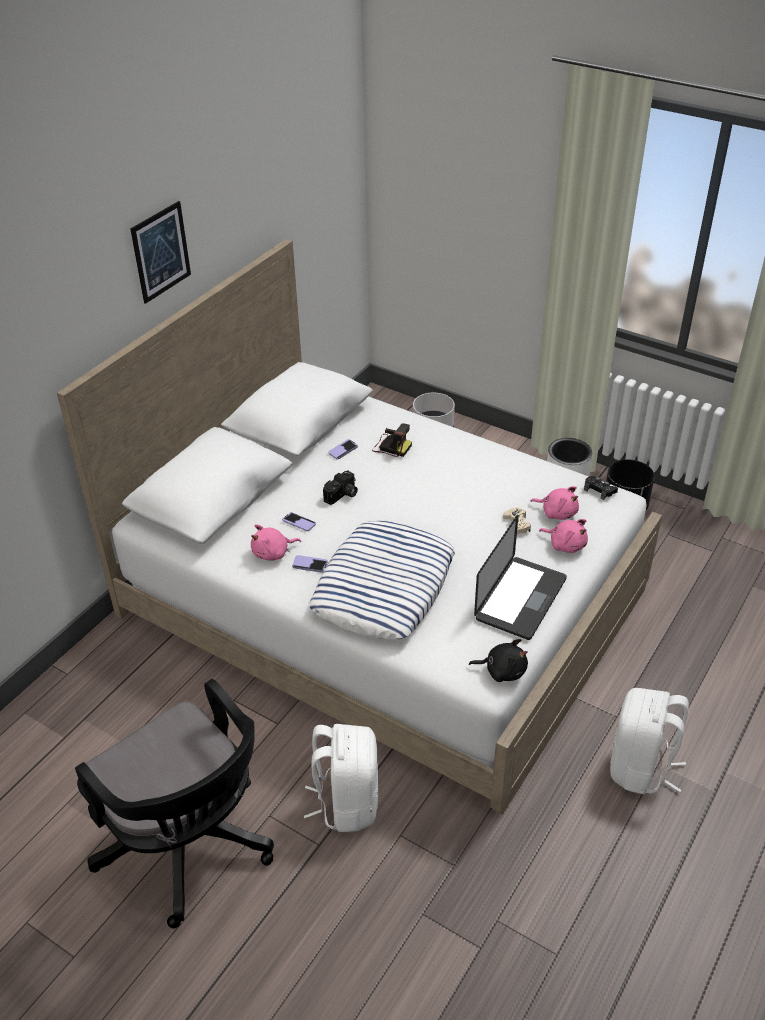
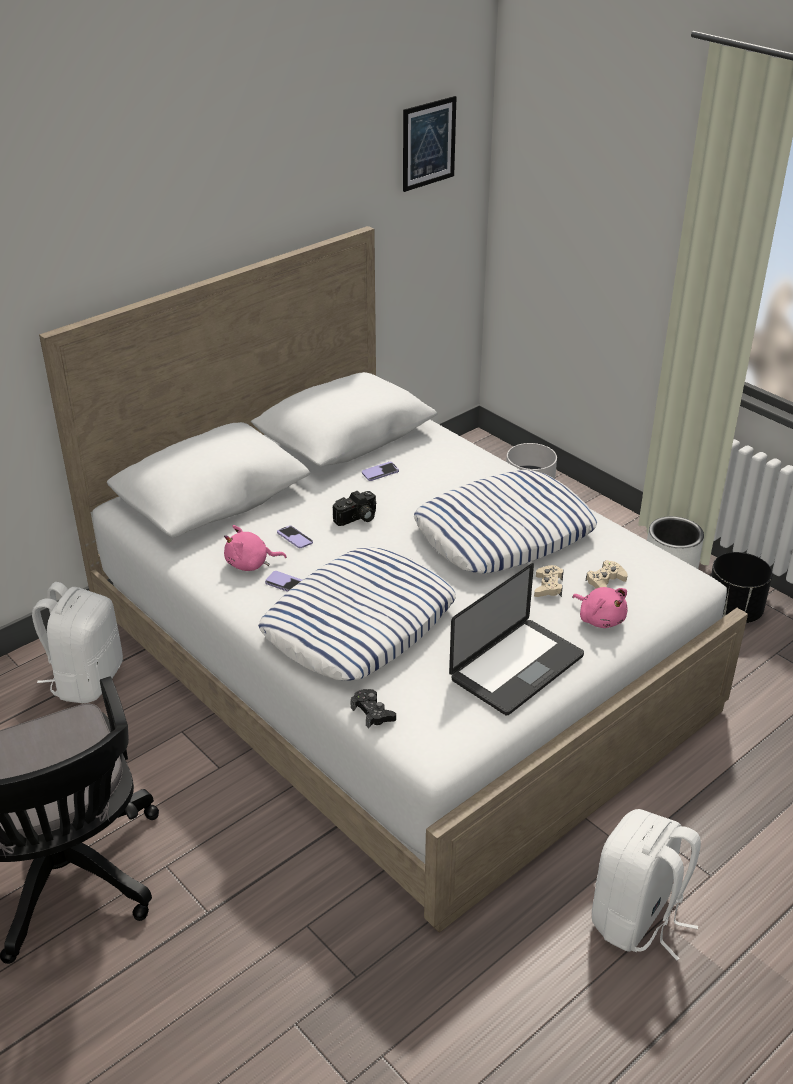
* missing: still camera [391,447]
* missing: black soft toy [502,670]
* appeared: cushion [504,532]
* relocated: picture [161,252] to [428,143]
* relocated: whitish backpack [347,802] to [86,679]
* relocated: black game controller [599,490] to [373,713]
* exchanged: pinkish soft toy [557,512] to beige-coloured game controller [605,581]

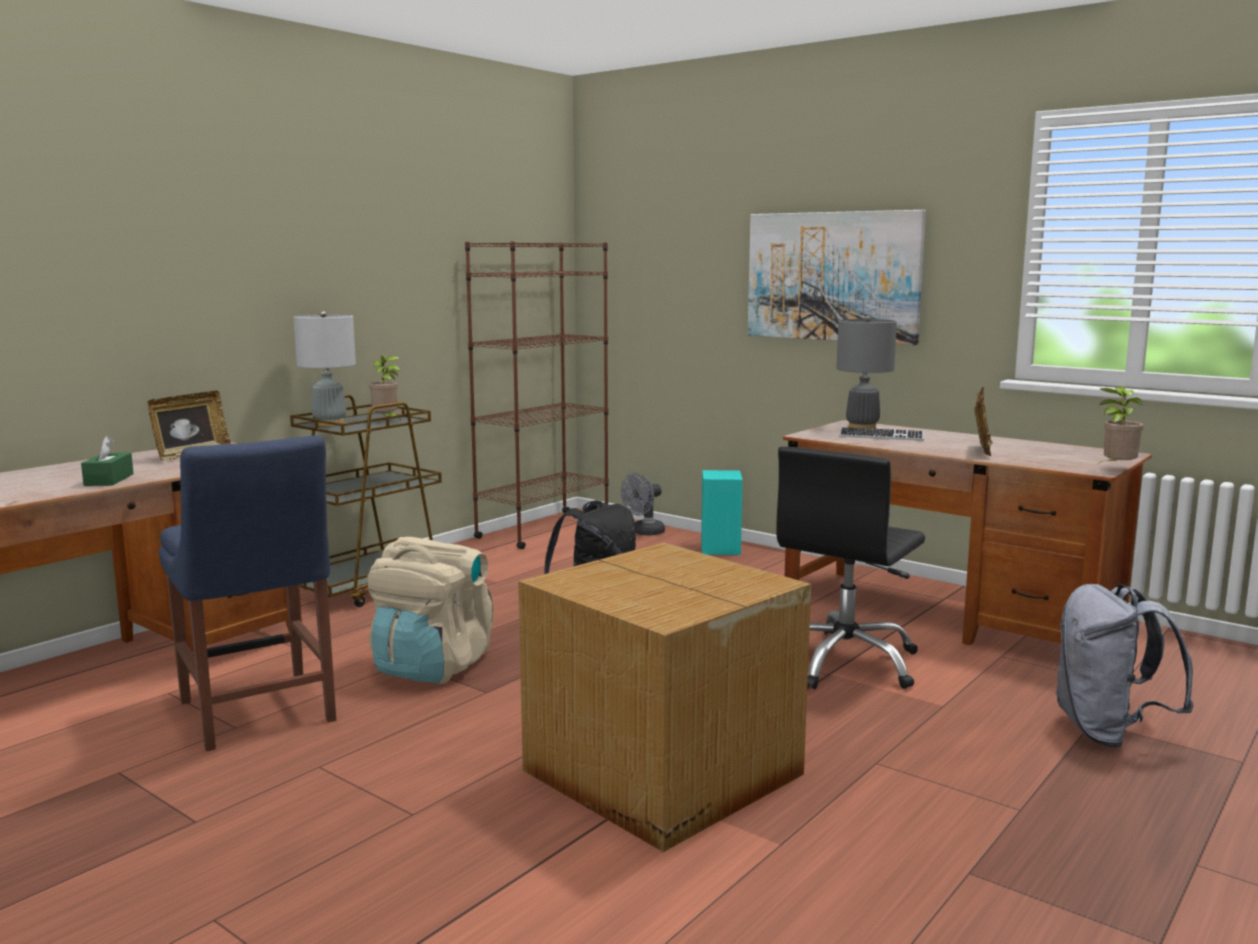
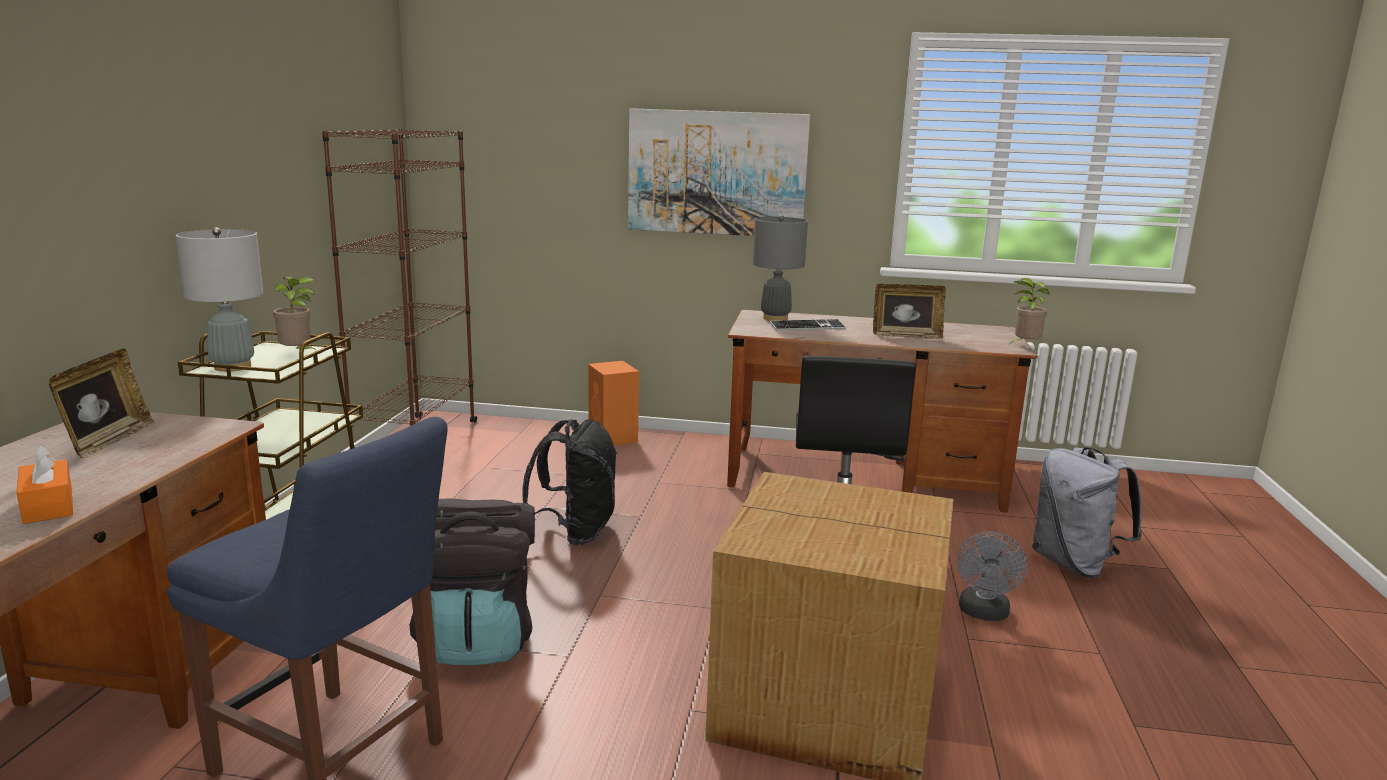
* relocated: grey cooling fan [644,533] to [984,614]
* colour: greenish box of tissues [109,480] to orange-coloured box of tissues [48,506]
* colour: beige-coloured backpack [432,667] to black backpack [477,639]
* colour: turquoise speaker [720,549] to orange-coloured speaker [613,438]
* spun: standing frame [981,450] = [906,336] 105 degrees clockwise

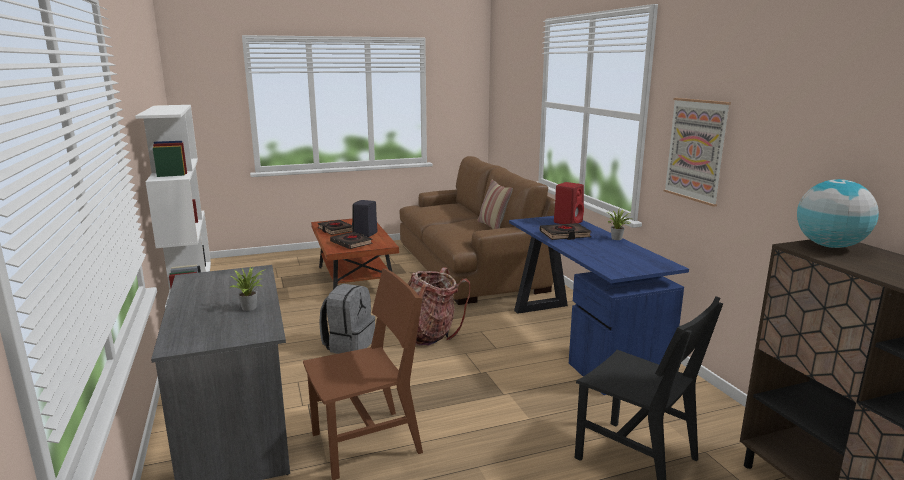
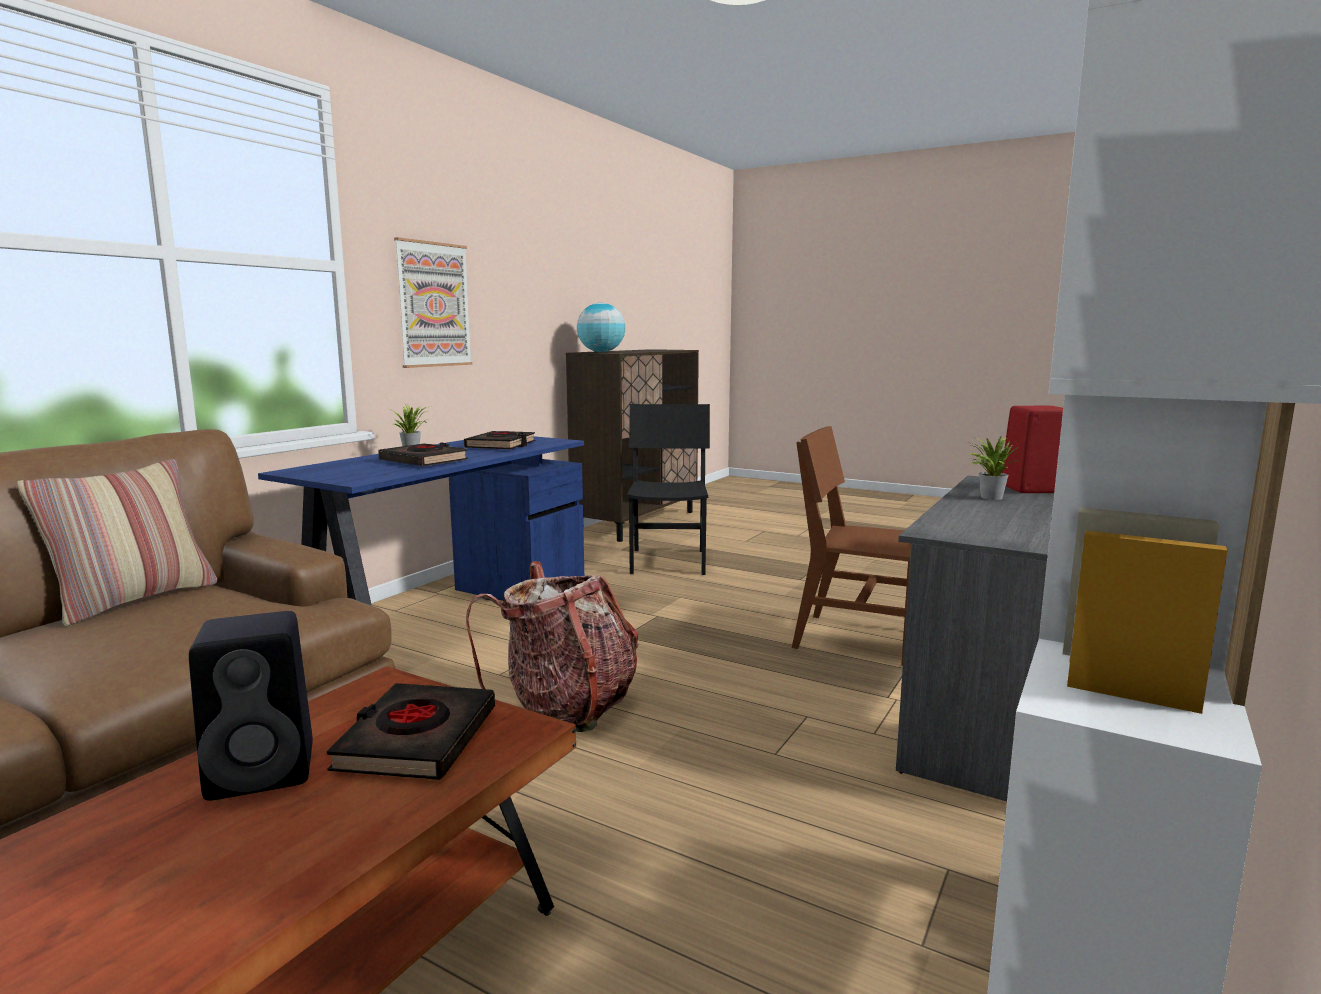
* missing: grey backpack [349,345]
* relocated: black bound book [335,230] to [501,445]
* relocated: red speaker [568,222] to [1031,489]

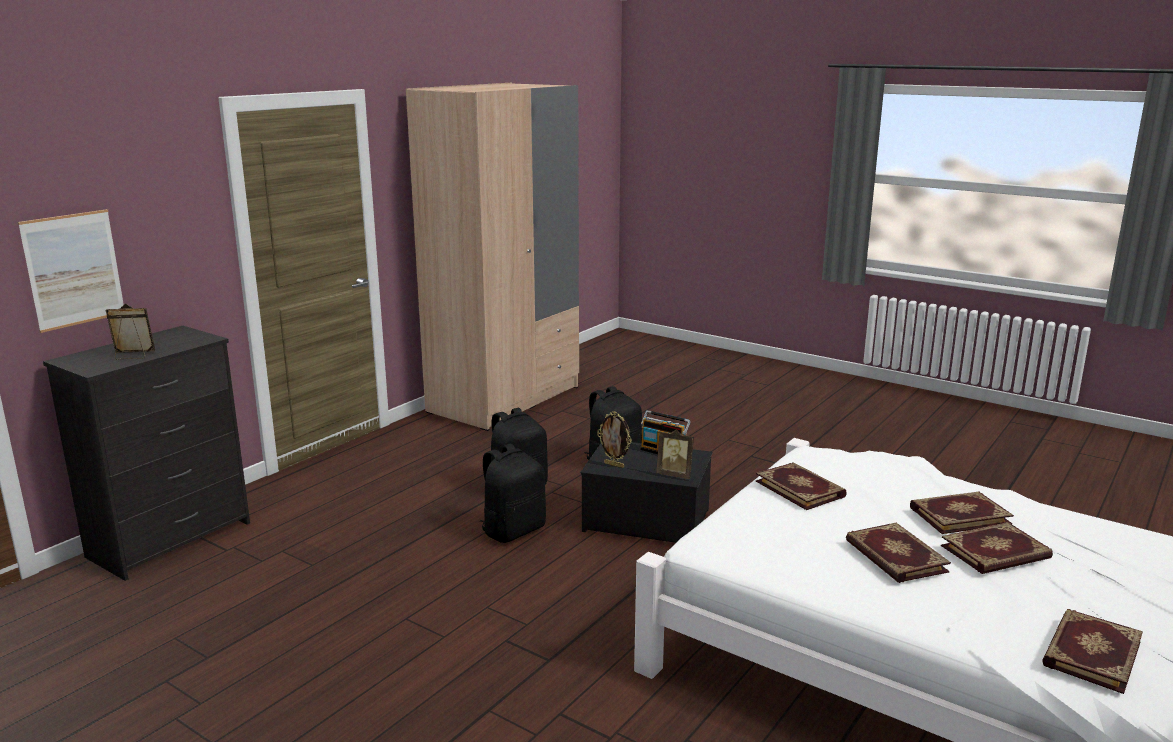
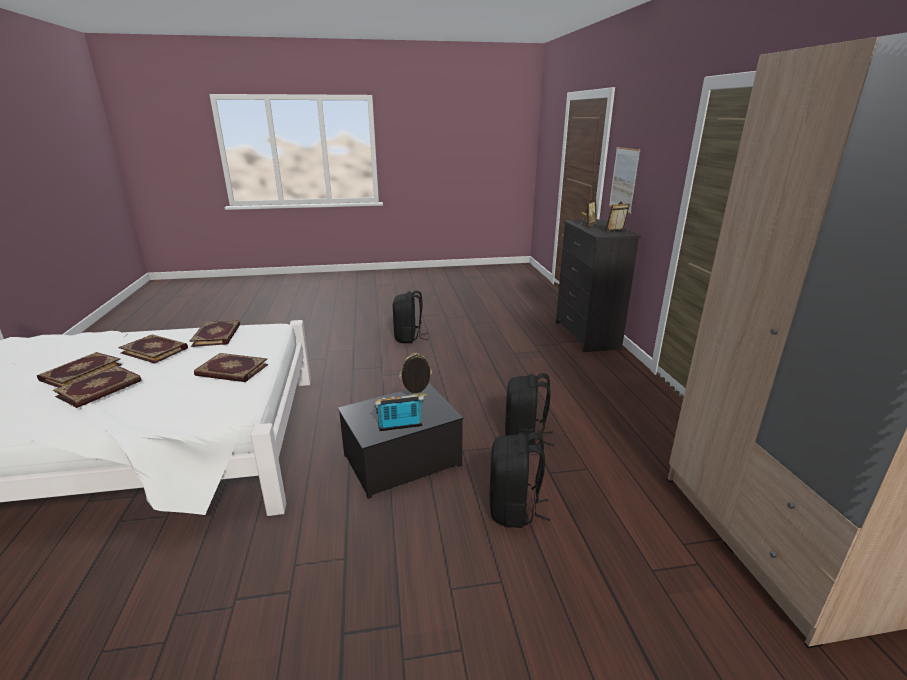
* relocated: black backpack [513,530] to [409,338]
* relocated: standing frame [675,474] to [617,232]
* relocated: bound book [1090,653] to [217,335]

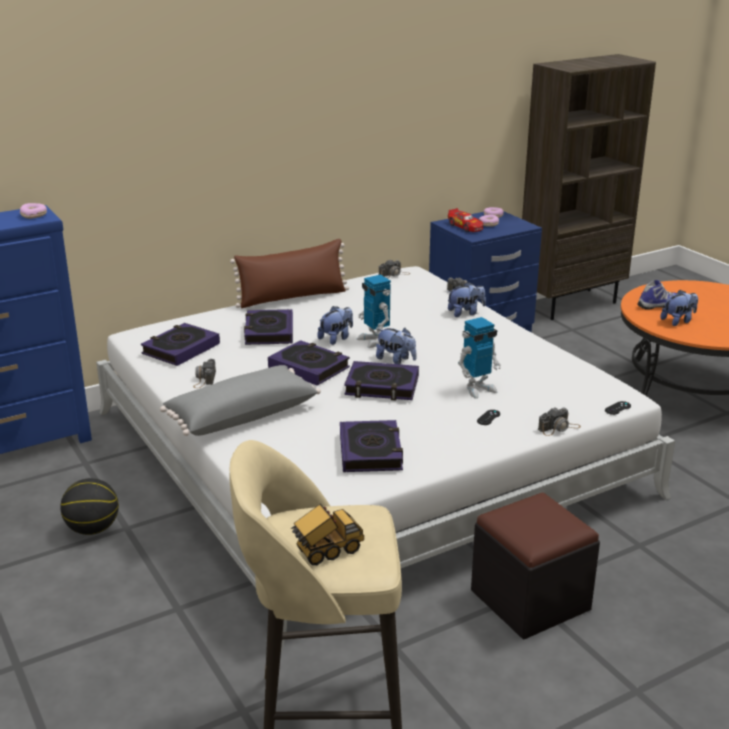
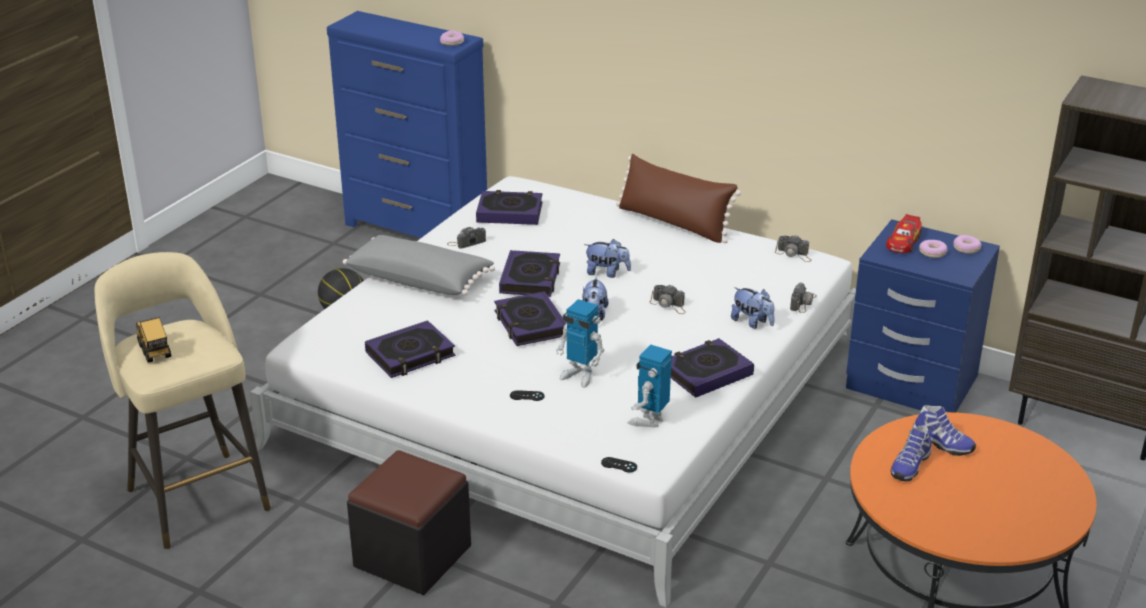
* relocated: bound book [269,332] to [706,373]
* relocated: toy robot [374,340] to [649,420]
* relocated: still camera [559,428] to [669,305]
* exchanged: soft toy [678,321] to item of footwear [909,465]
* spun: toy lorry [327,551] = [155,352] 150 degrees counterclockwise

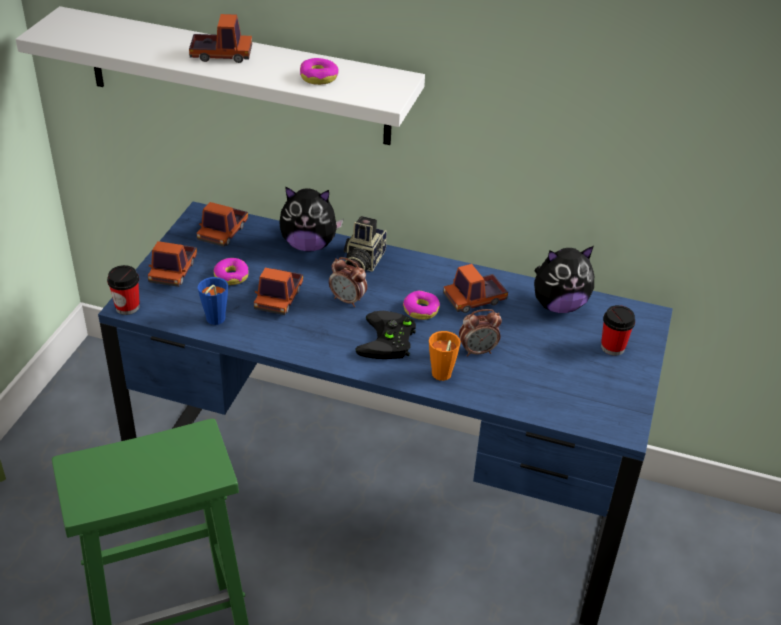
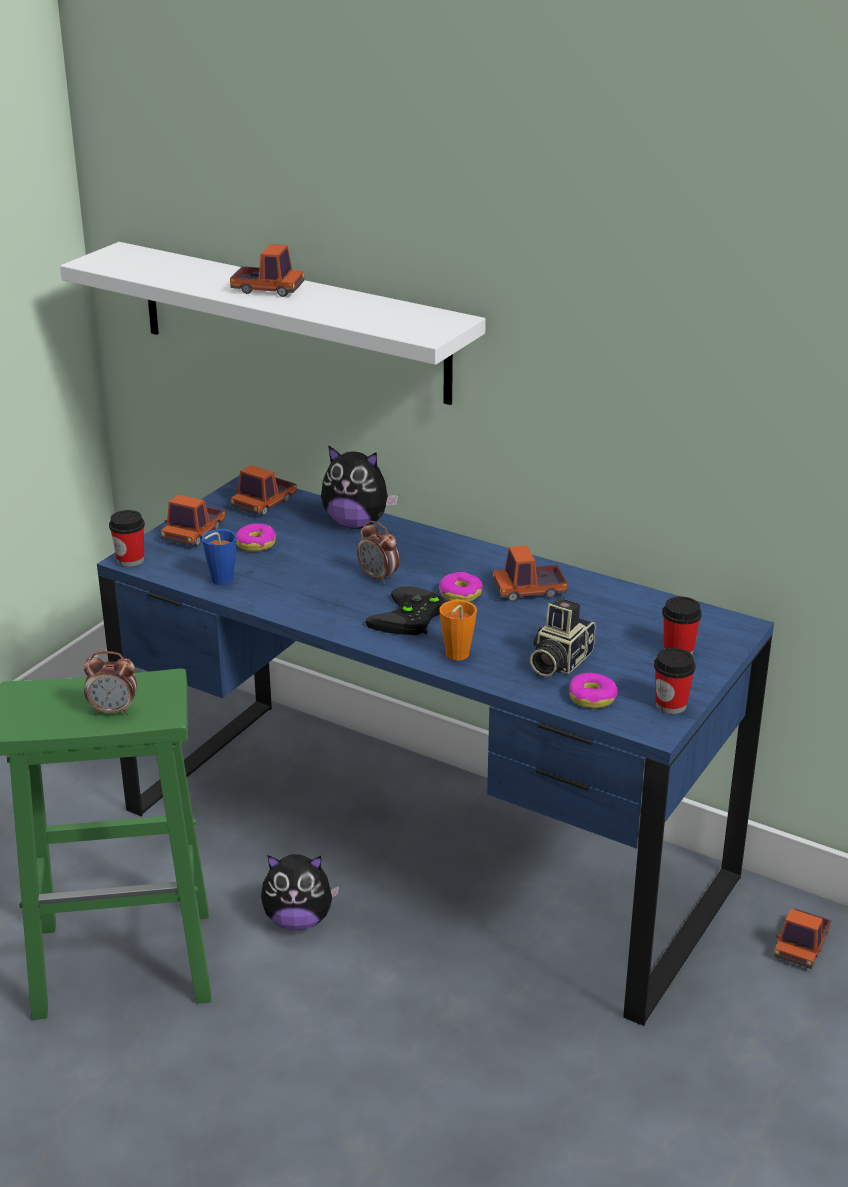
* appeared: drinking cup [670,705]
* relocated: toy lorry [279,298] to [801,946]
* relocated: doughnut [319,77] to [592,698]
* relocated: still camera [362,262] to [558,661]
* relocated: alarm clock [478,351] to [113,711]
* relocated: soft toy [558,305] to [298,920]

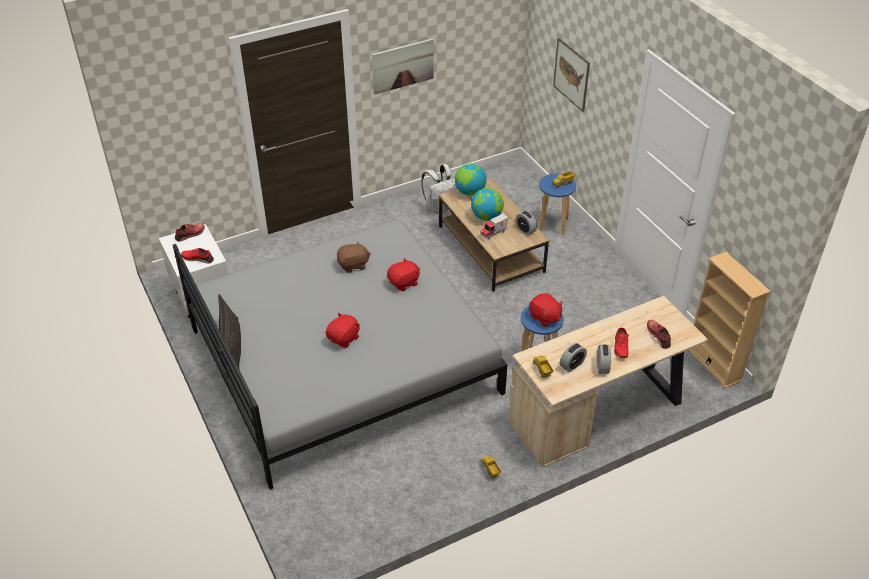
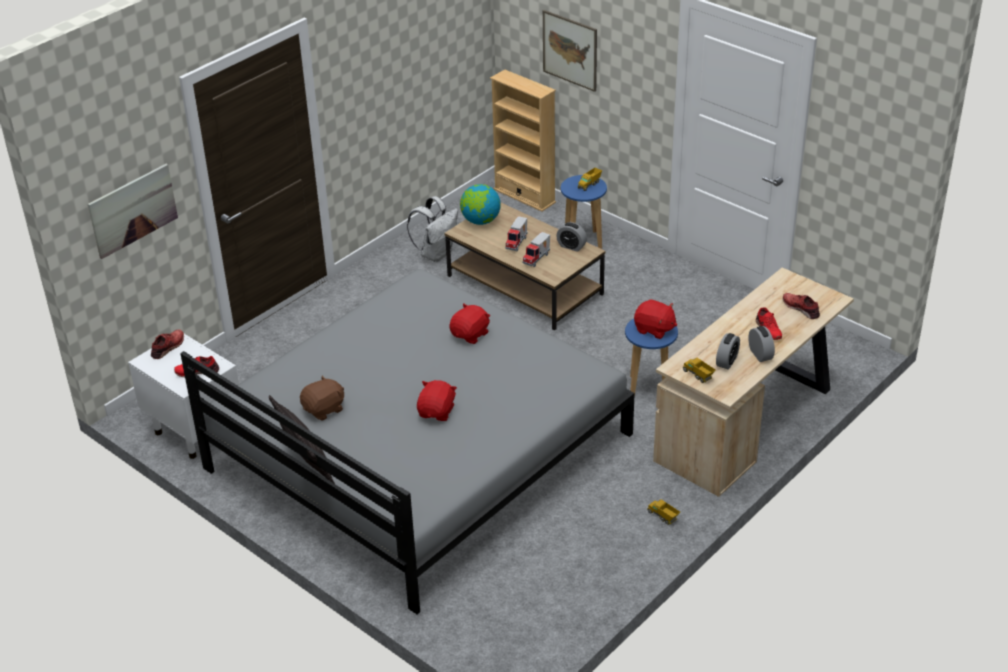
* relocated: brown soft toy [353,265] to [324,409]
* relocated: picture [402,66] to [133,210]
* relocated: beige-coloured bookshelf [713,364] to [524,196]
* exchanged: desk globe [486,217] to toy lorry [517,243]

